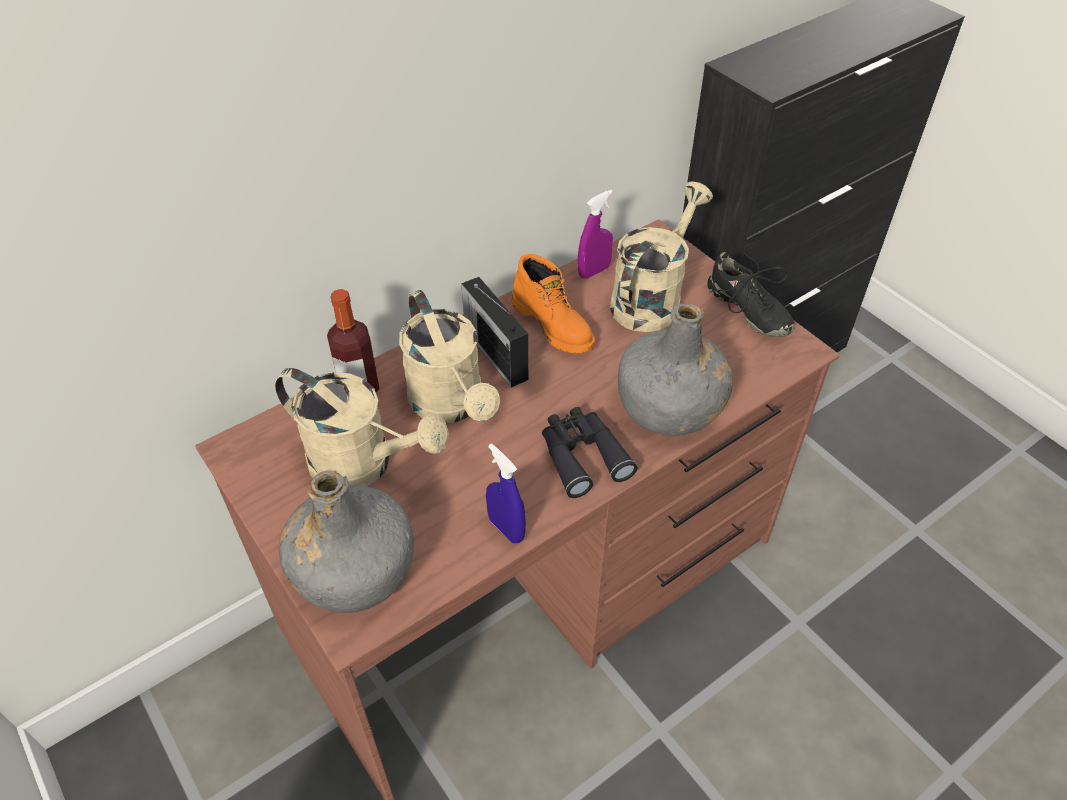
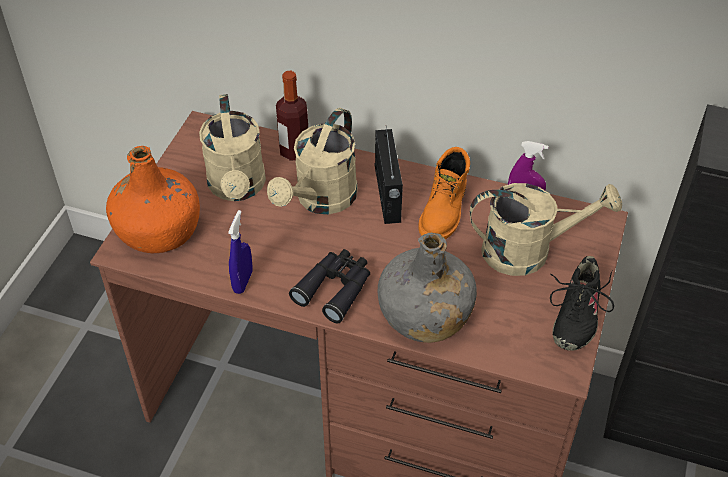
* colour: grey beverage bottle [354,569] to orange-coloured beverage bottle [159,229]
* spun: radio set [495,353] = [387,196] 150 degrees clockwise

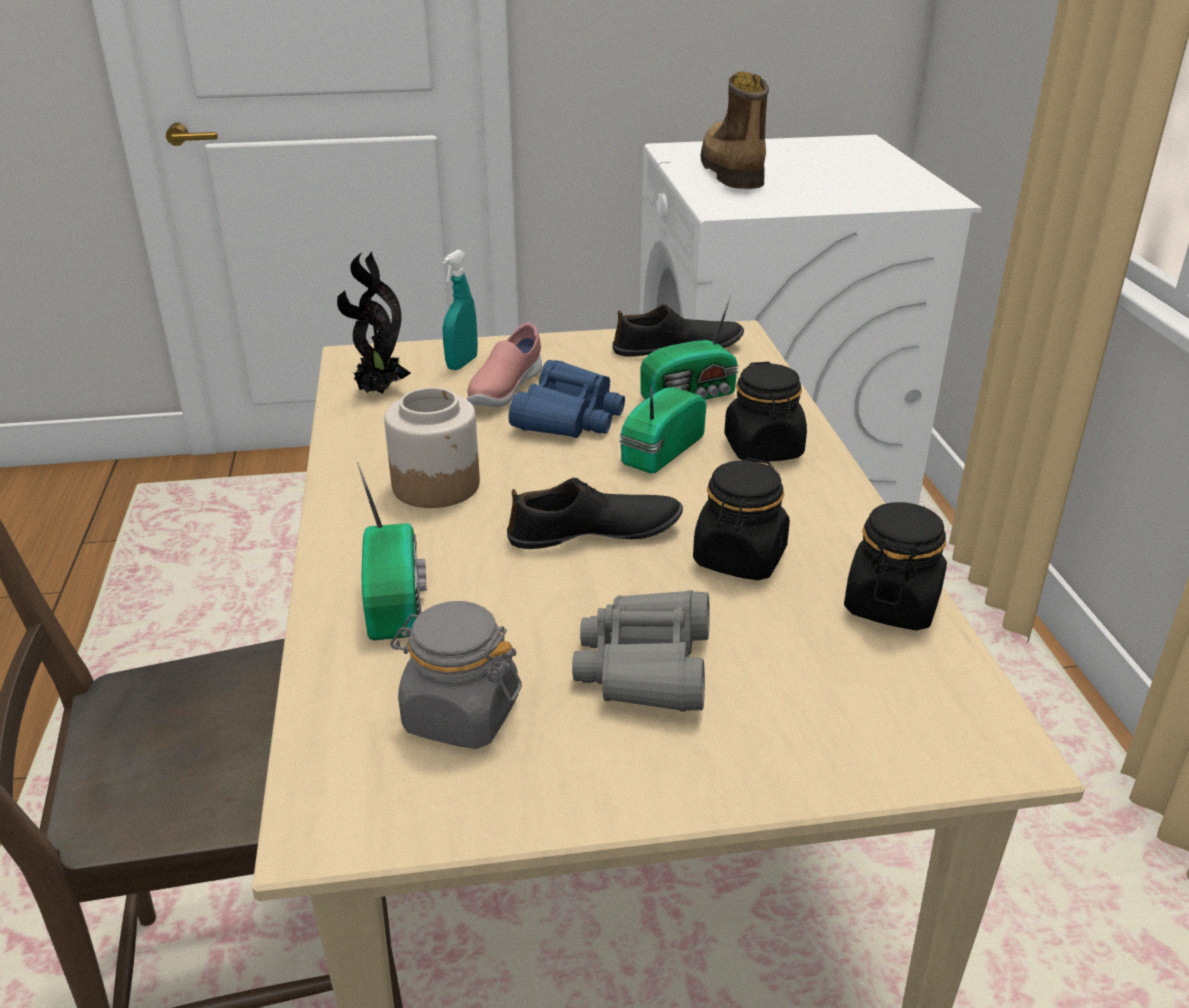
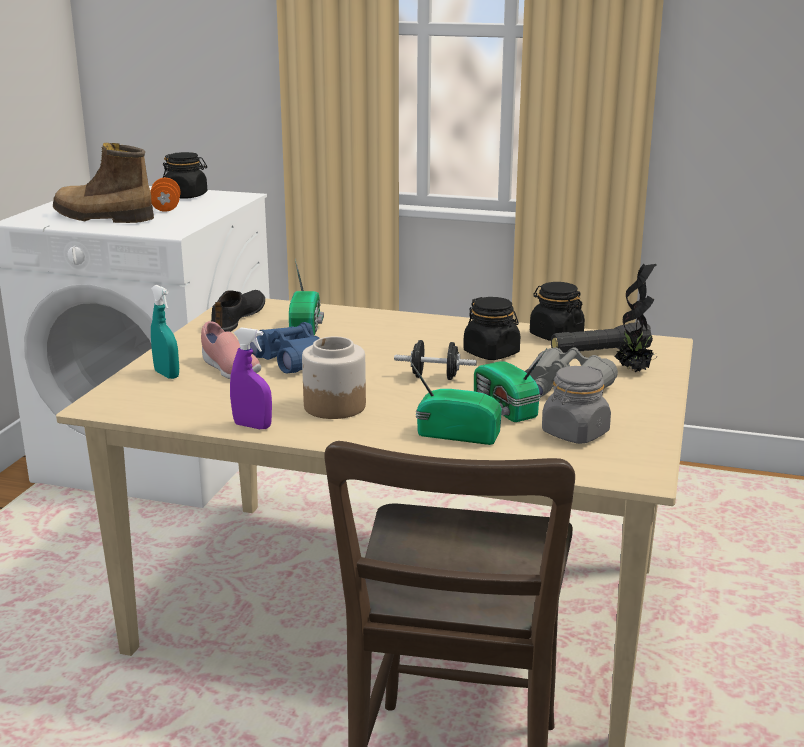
* appeared: orange-coloured hand weight [166,208]
* appeared: purple-coloured sprayer [252,426]
* appeared: black torch [599,352]
* relocated: potted plant [379,391] to [634,371]
* relocated: radio set [659,451] to [504,409]
* relocated: black preserve jar [763,449] to [186,196]
* exchanged: black item of footwear [595,532] to black hand weight [435,377]

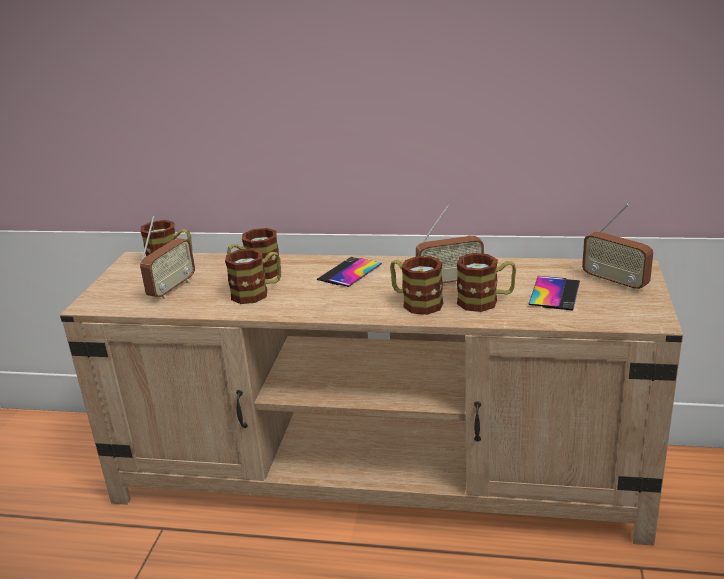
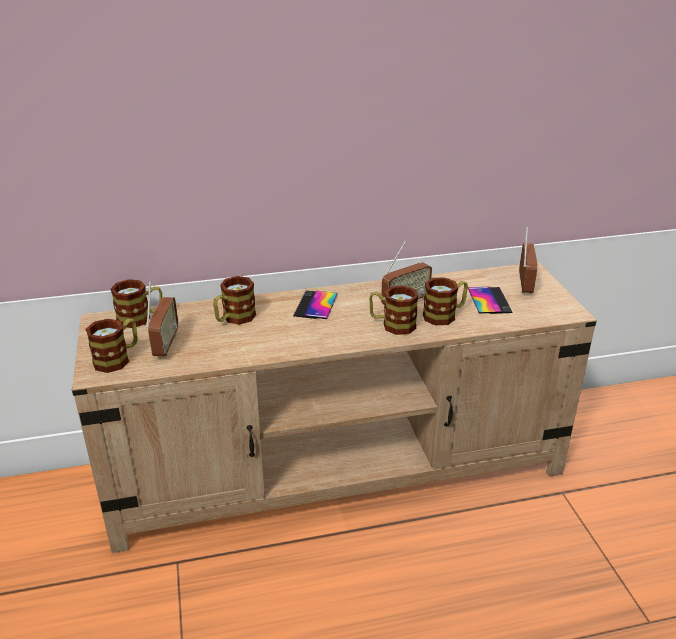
* relocated: coffee mug [257,293] to [117,358]
* spun: radio set [615,282] = [524,285] 105 degrees counterclockwise

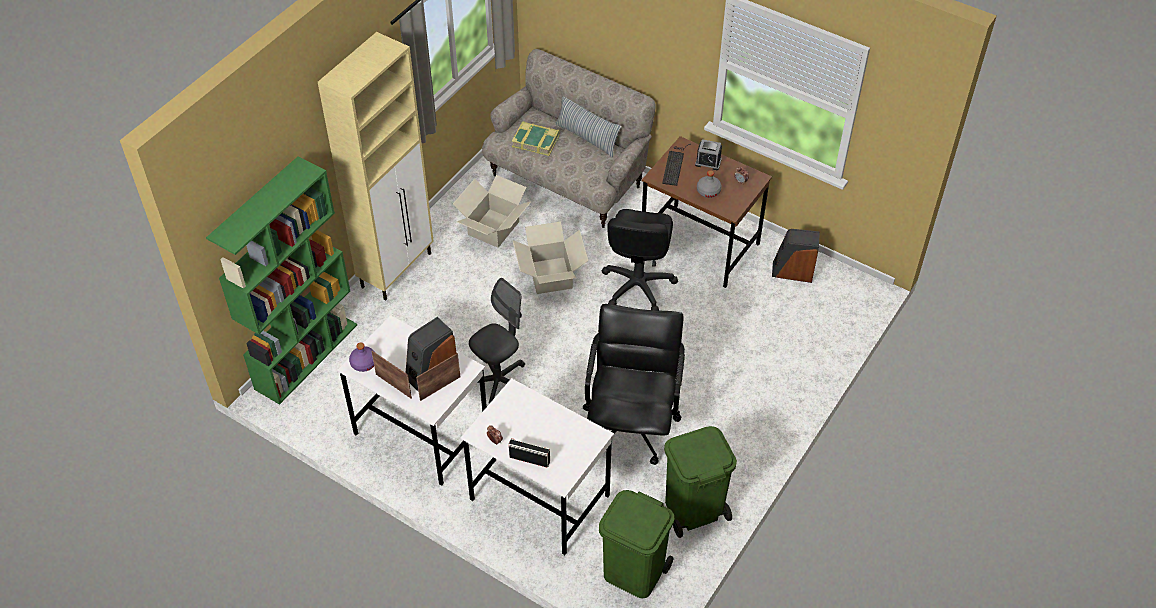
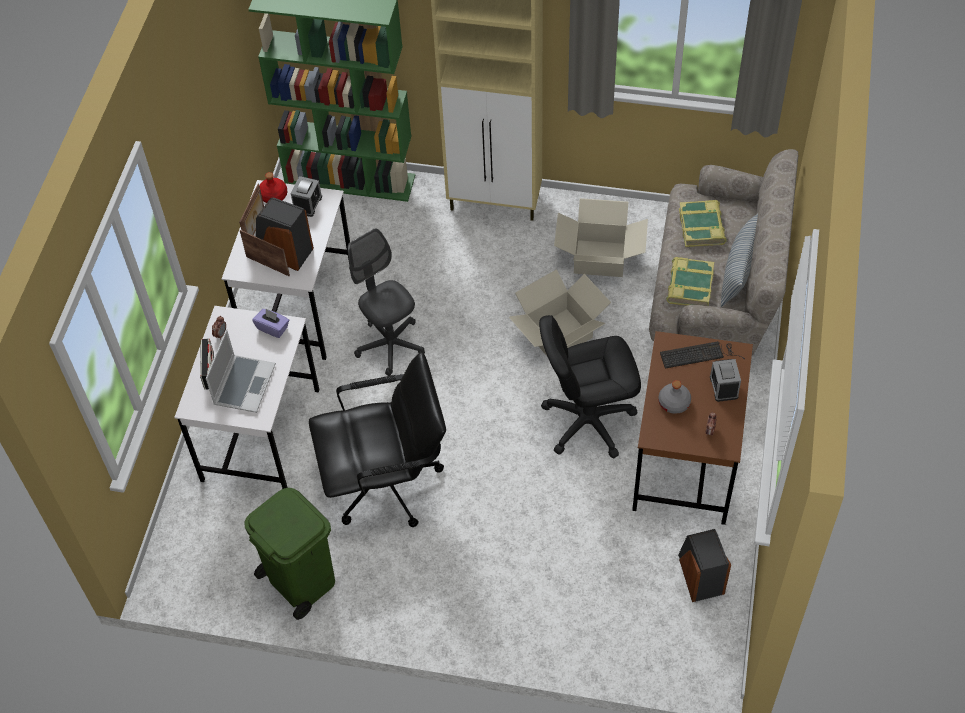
* missing: greenish rubbish bin [634,572]
* appeared: laptop [244,384]
* appeared: purple-coloured box of tissues [273,328]
* appeared: alarm clock [308,204]
* appeared: bound book [689,286]
* colour: purple-coloured beverage bottle [363,363] to red beverage bottle [273,195]
* spun: grey desk chair [499,382] = [390,345] 150 degrees counterclockwise

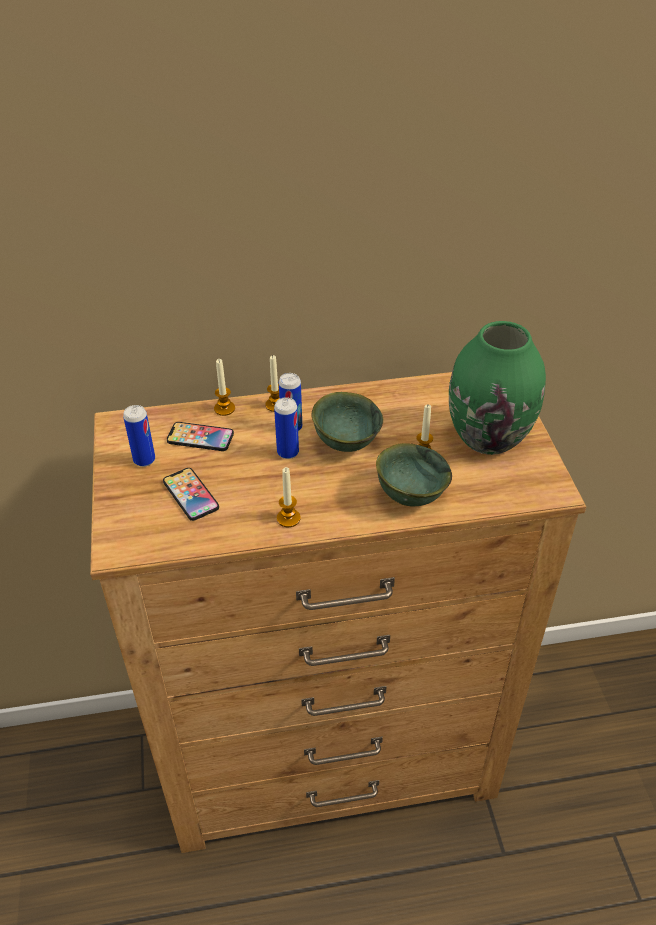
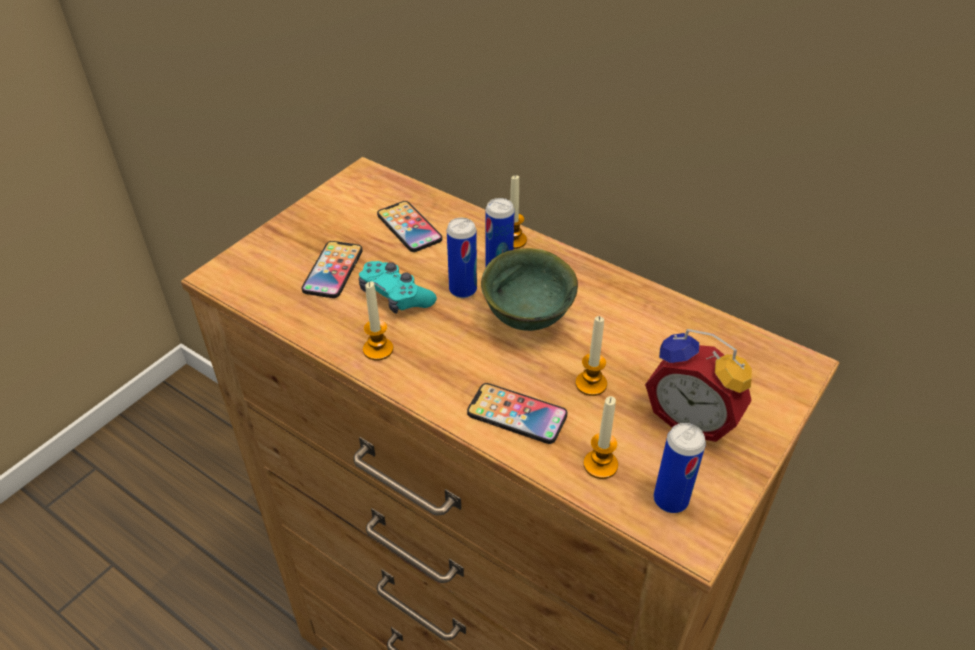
* appeared: turquoise game controller [395,296]
* relocated: can [144,460] to [670,500]
* relocated: wax candle [224,409] to [600,465]
* exchanged: greenish serving bowl [409,496] to phone [517,414]
* exchanged: greenish flower vase [488,437] to alarm clock [692,418]

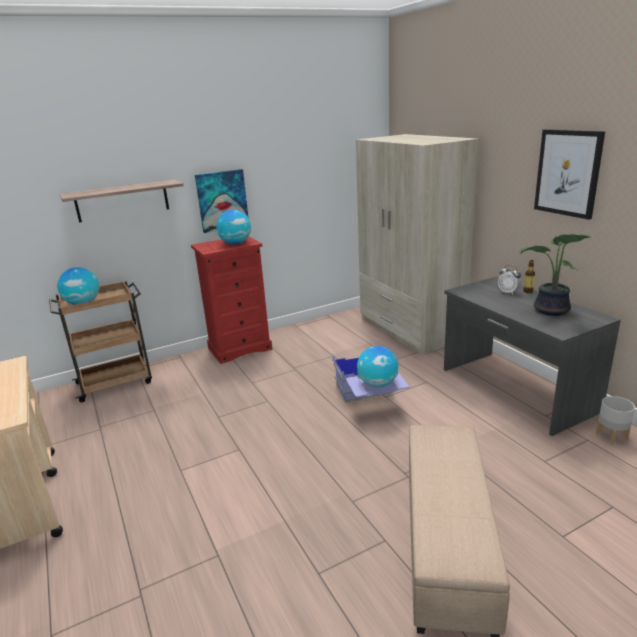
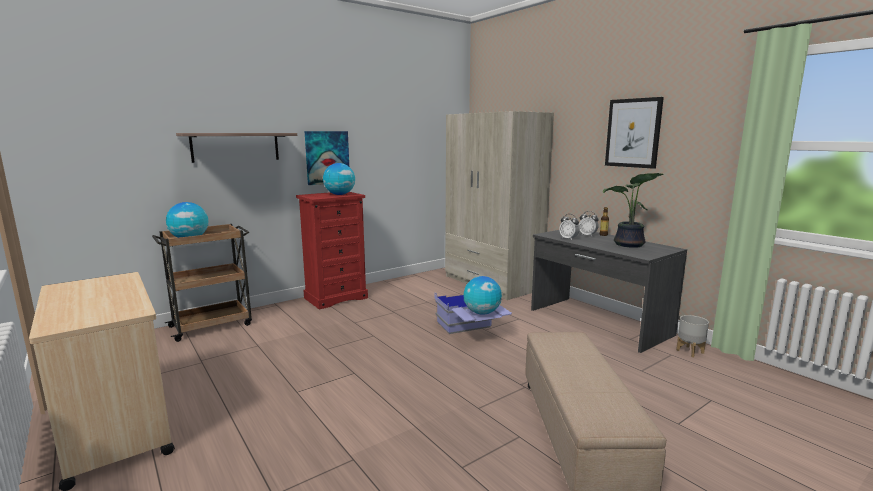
* appeared: alarm clock [568,239]

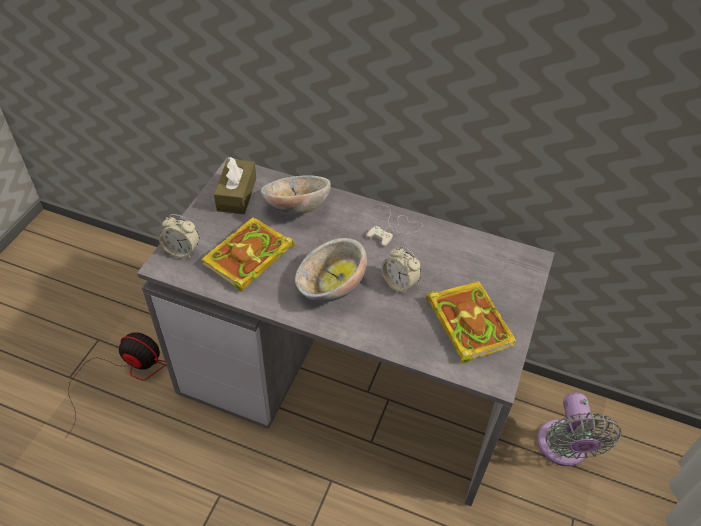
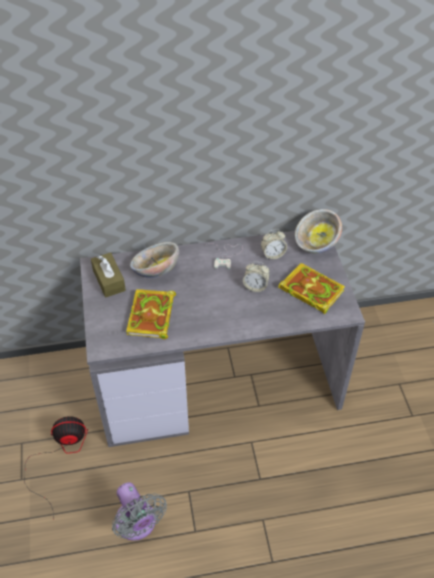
* relocated: alarm clock [182,251] to [273,254]
* relocated: serving bowl [330,287] to [316,244]
* relocated: grey cooling fan [563,448] to [137,524]

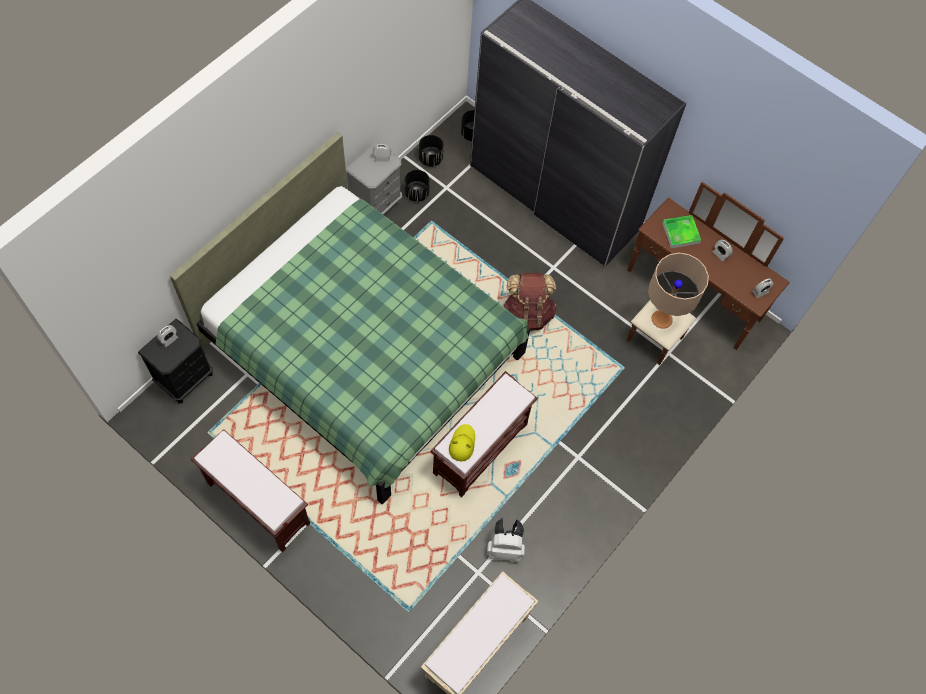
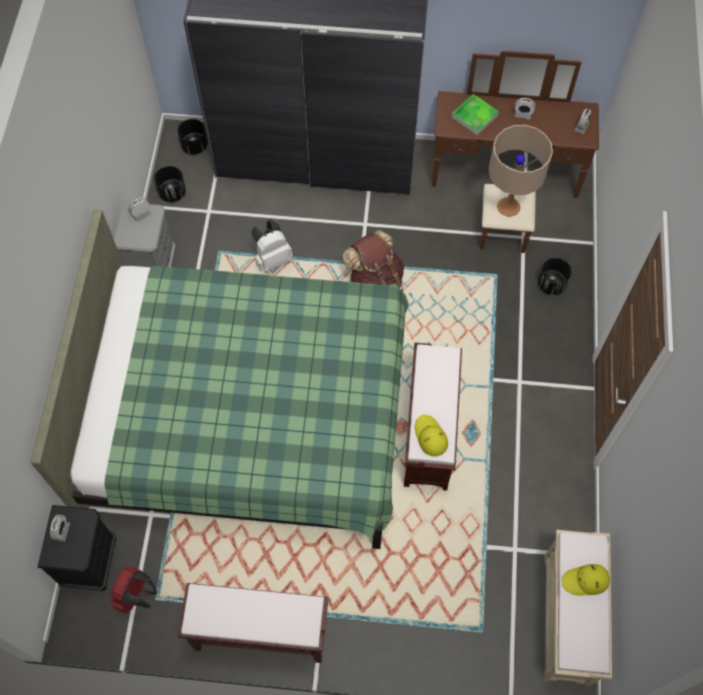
* appeared: red backpack [136,595]
* appeared: yellow hat [585,581]
* relocated: black flower pot [417,193] to [551,284]
* relocated: whitish backpack [505,548] to [272,259]

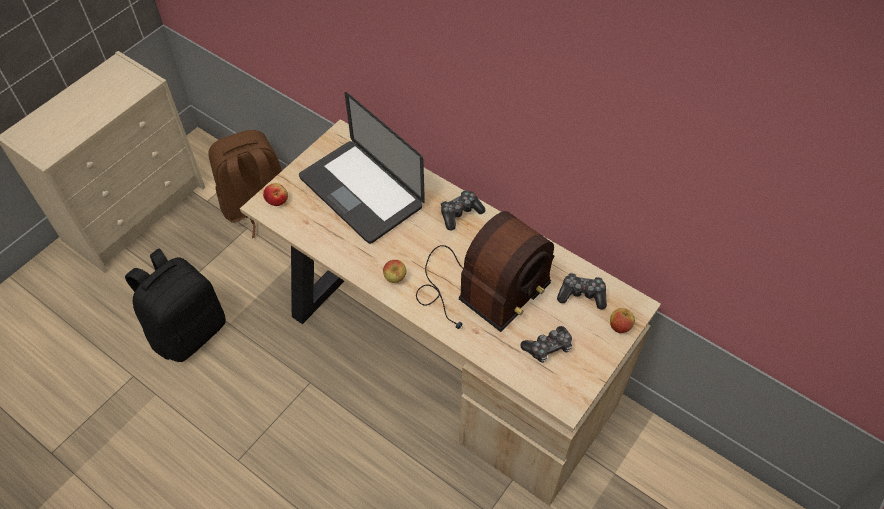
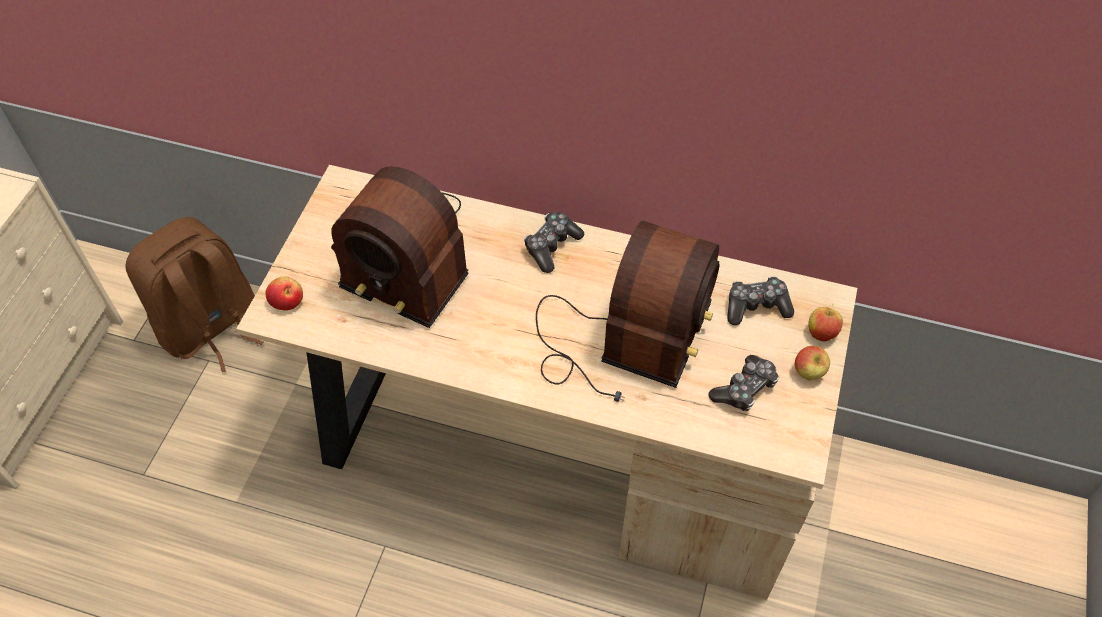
* missing: black backpack [189,331]
* relocated: apple [395,278] to [808,373]
* exchanged: laptop [361,192] to radio set [403,256]

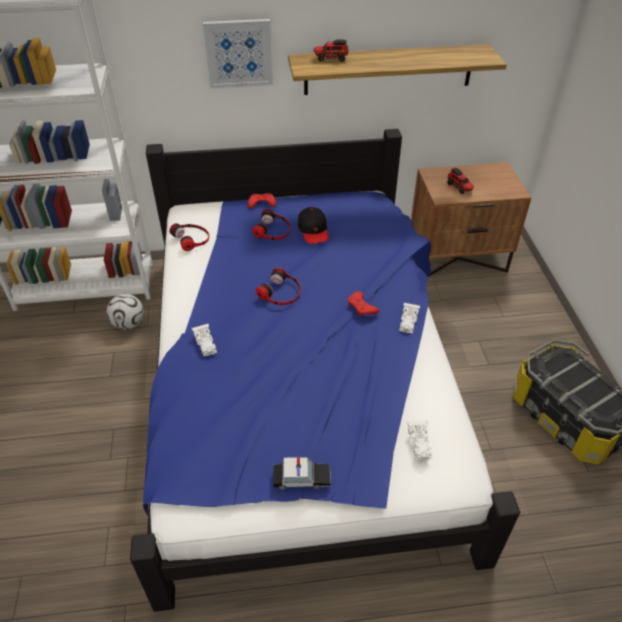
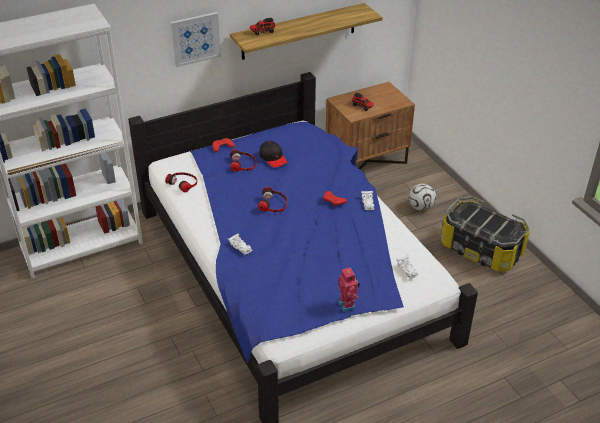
* relocated: ball for football [129,324] to [421,207]
* exchanged: model car [302,478] to toy robot [347,304]

